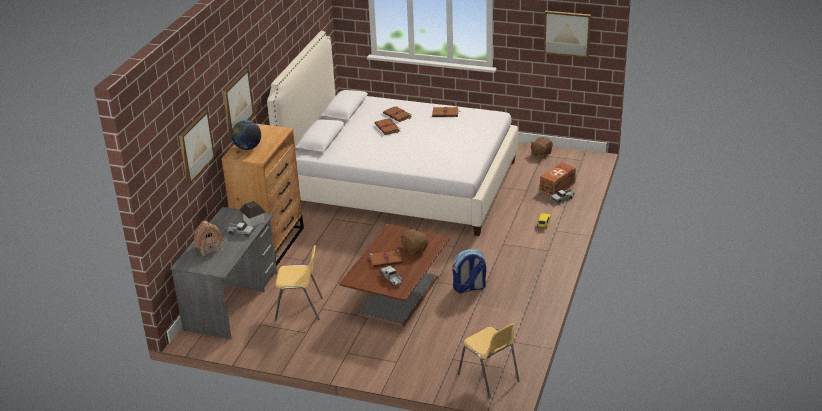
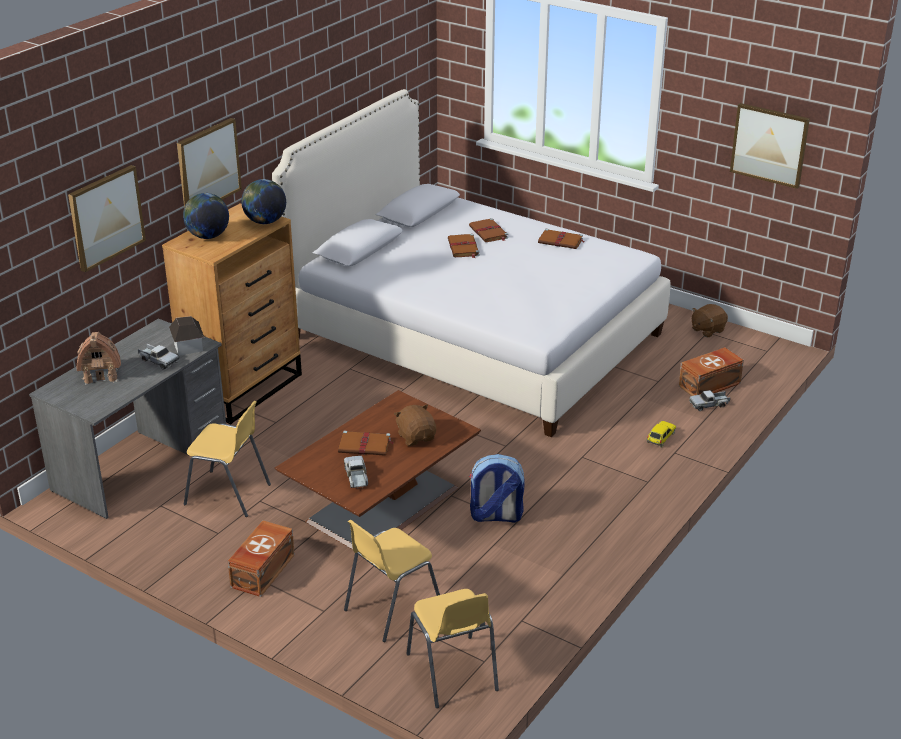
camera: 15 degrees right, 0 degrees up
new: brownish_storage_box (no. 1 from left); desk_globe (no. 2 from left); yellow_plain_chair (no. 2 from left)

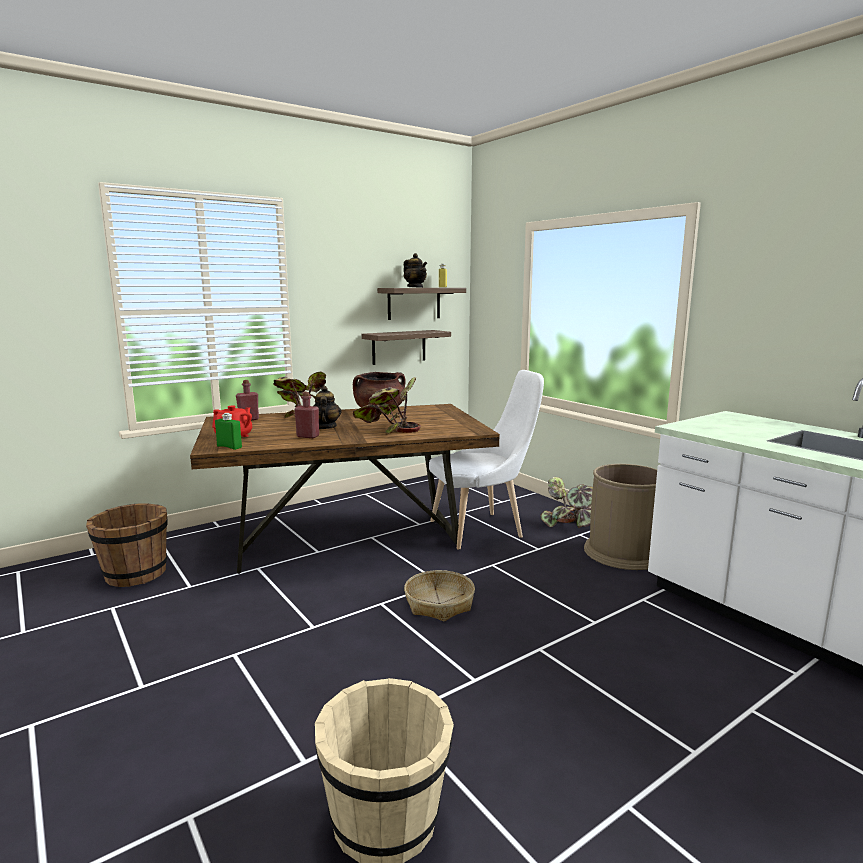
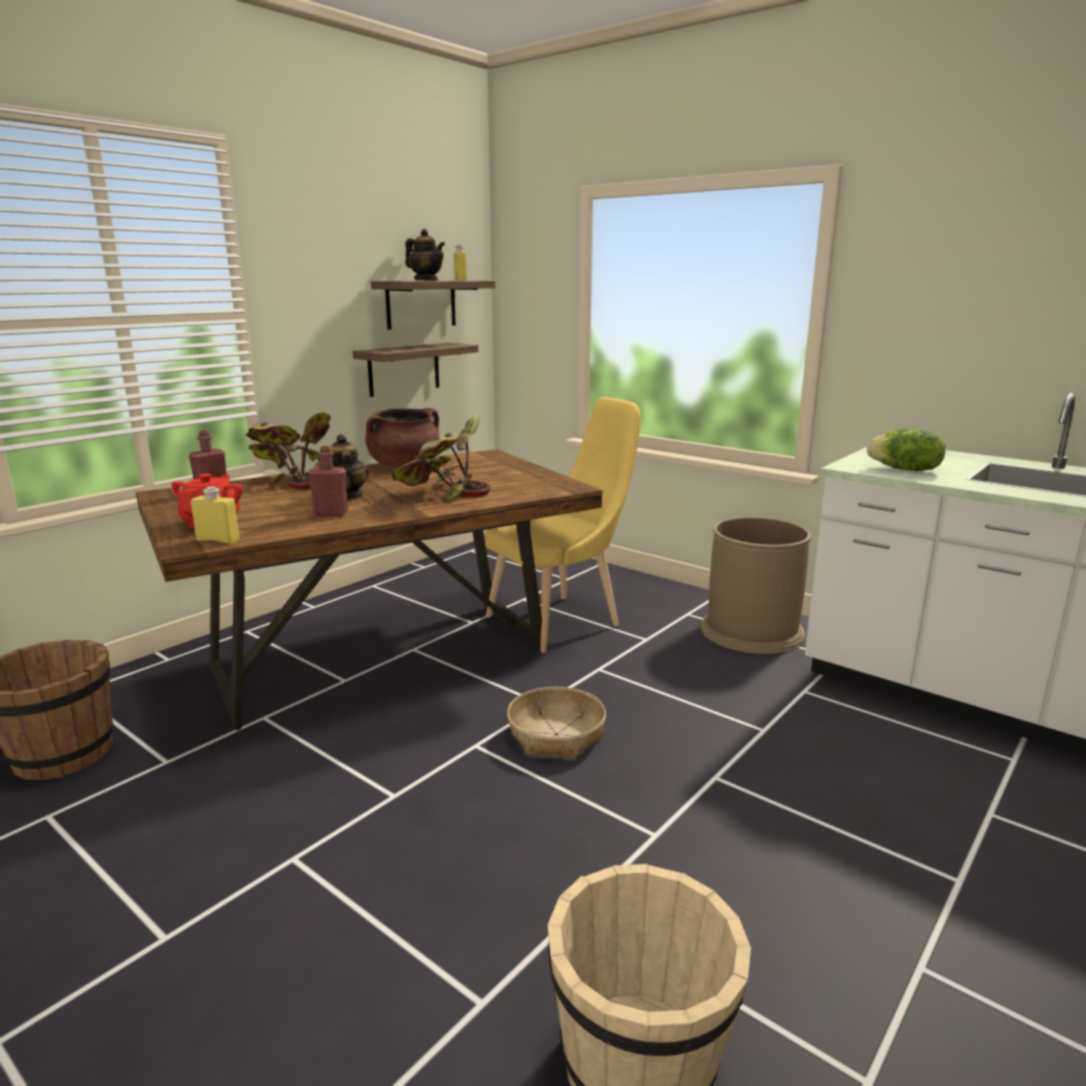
camera: 15 degrees left, 5 degrees up
gone: houseplant (no. 3 from left)
new: lettuce_head
repainted: green_beverage_bottle to yellow_beverage_bottle (no. 1 from left); whitish_plain_chair to yellow_plain_chair

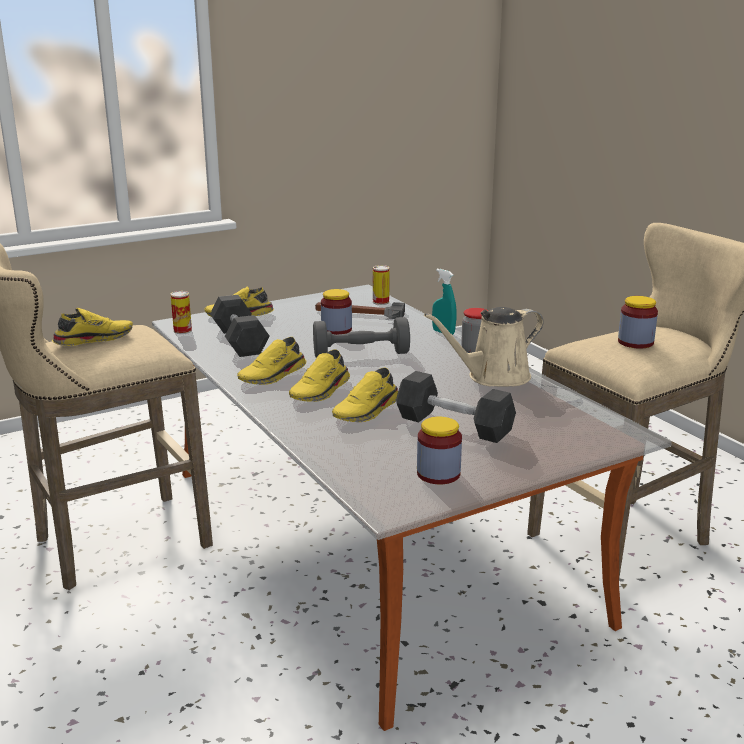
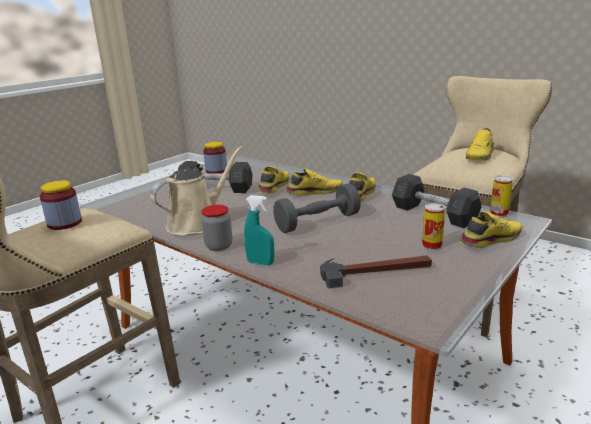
camera: 160 degrees right, 0 degrees up
gone: jar (no. 1 from left)
shifted: can (no. 2 from left in the first image) to can (no. 1 from left)
rotated: yellow_low_shoe (no. 4 from left in the first image) 60 degrees clockwise

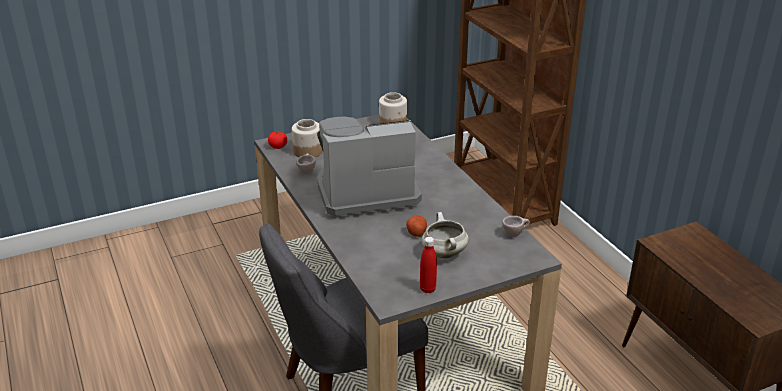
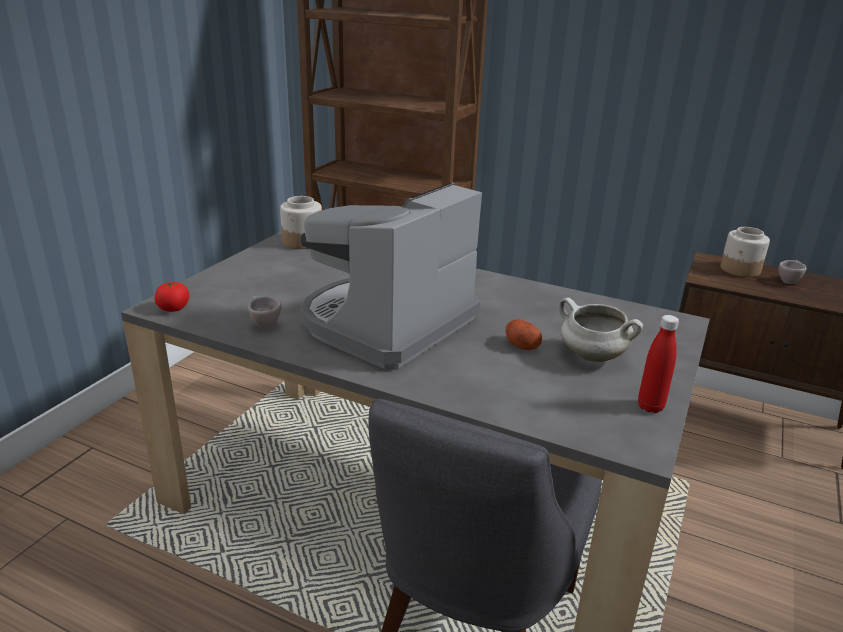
camera: 40 degrees left, 5 degrees down
shifted: jar (no. 1 from left in the first image) to jar (no. 2 from left); beige_small_cup (no. 2 from left)

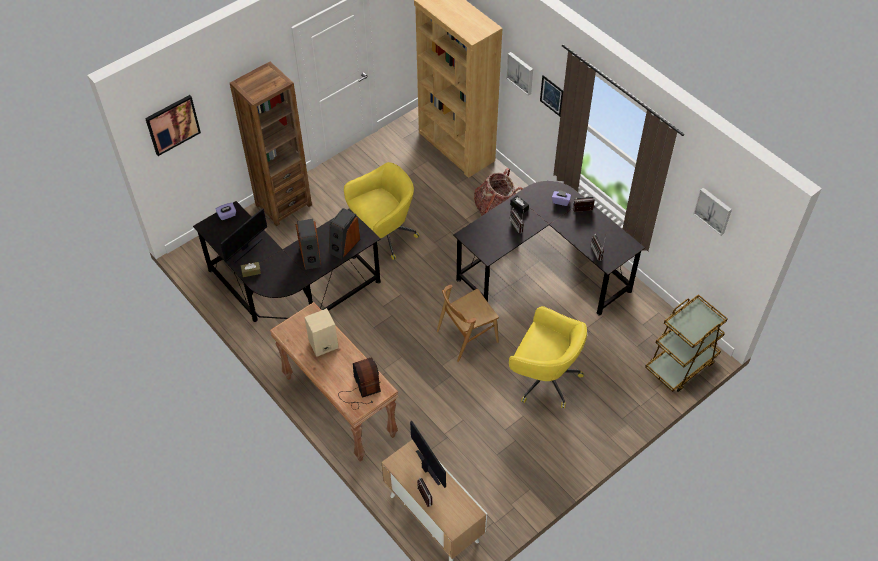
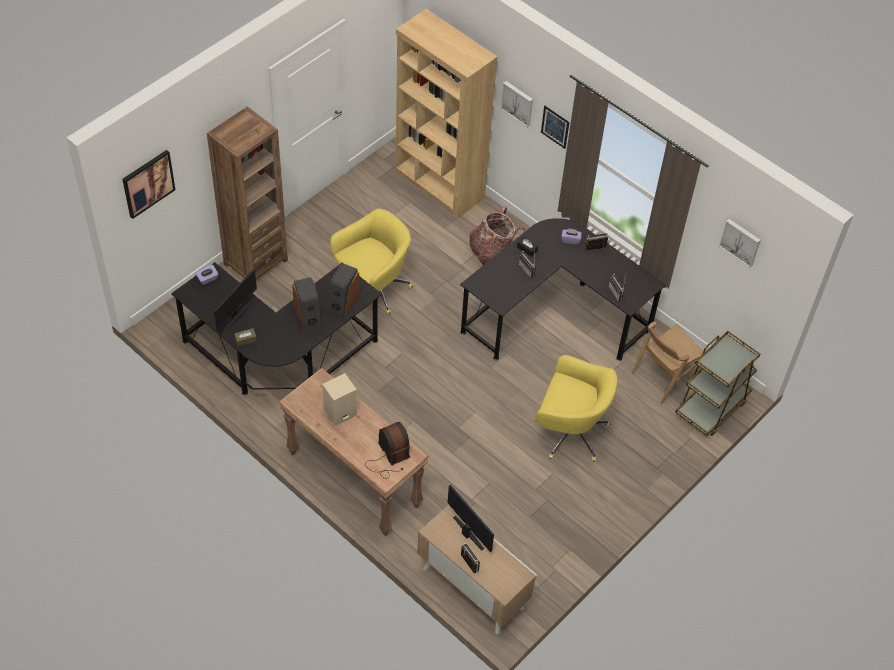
camera: 10 degrees left, 0 degrees up
shifted: brownish_plain_chair

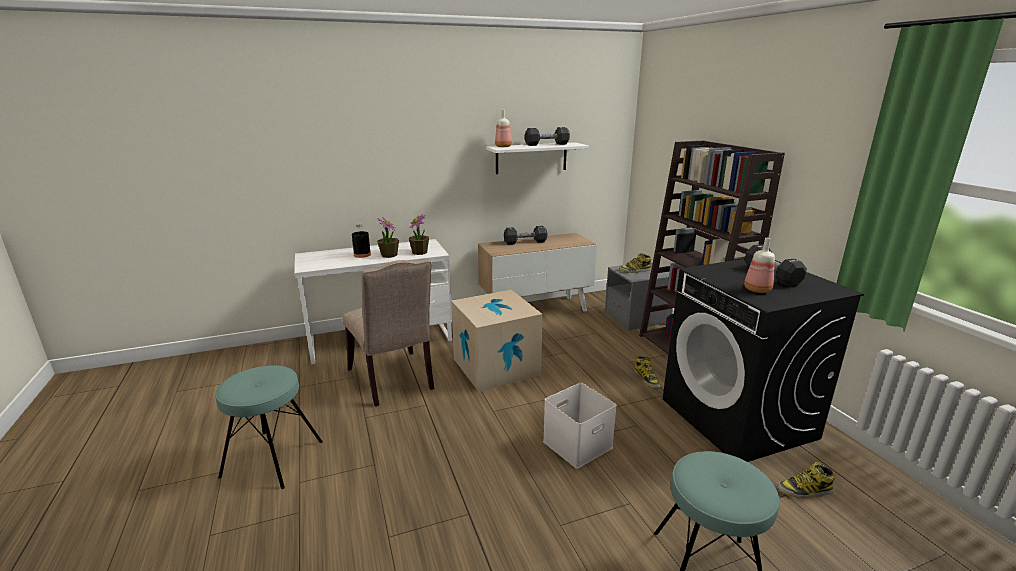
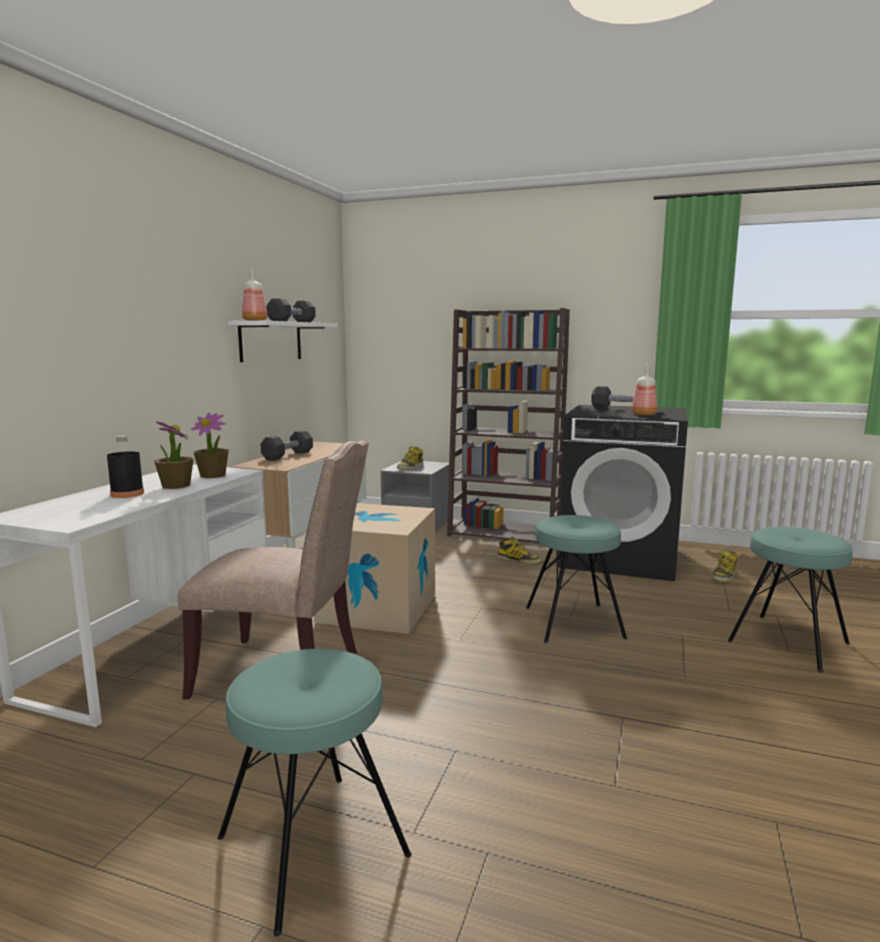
camera: 50 degrees left, 10 degrees down
swapped: whitish_storage_box to blue-green_stool (no. 2 from left)

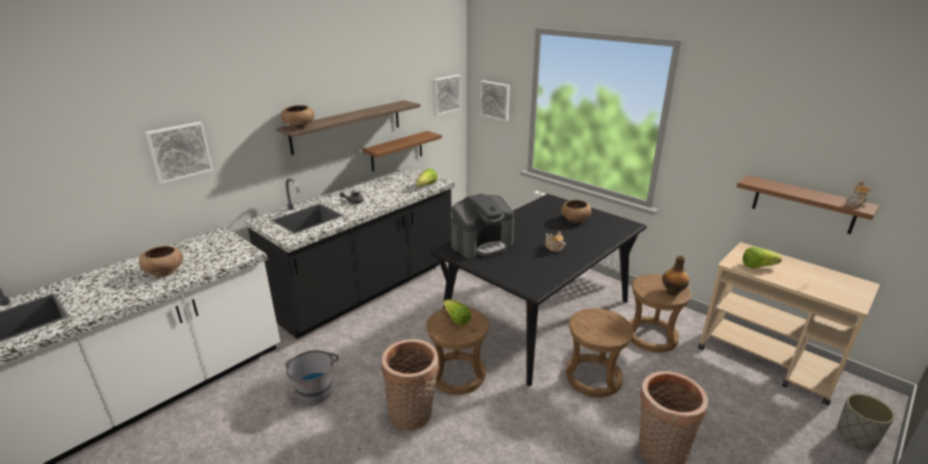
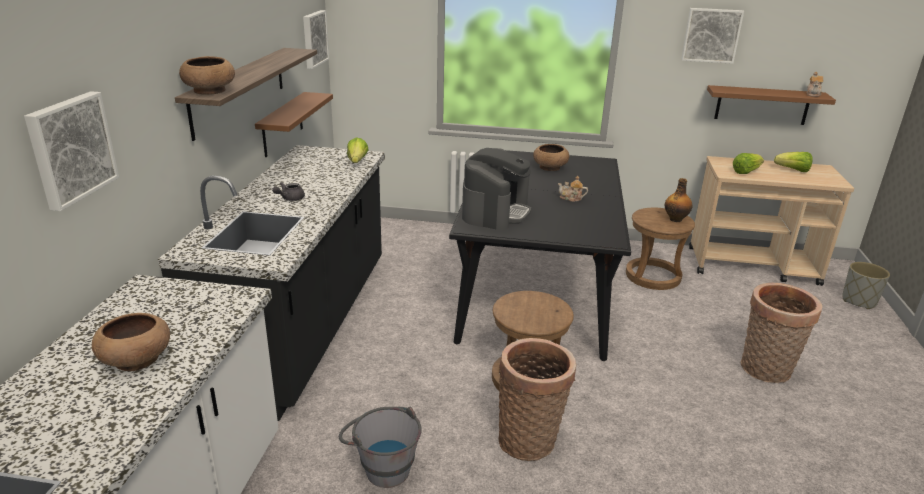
camera: 35 degrees left, 0 degrees up
gone: brownish_stool (no. 2 from left)
shifted: lettuce_head (no. 2 from left in the first image) to lettuce_head (no. 3 from left); wall_picture (no. 3 from left)

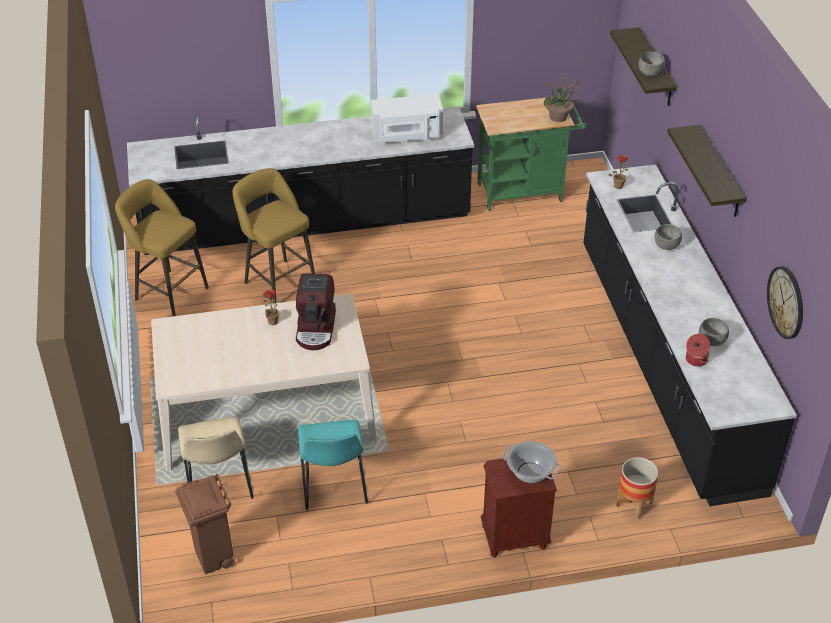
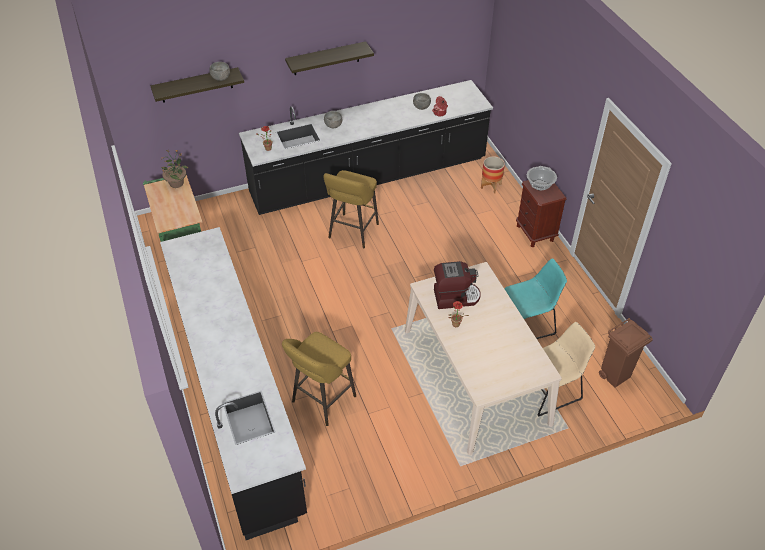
camera: 100 degrees left, 5 degrees up
gone: whitish_microwave_oven; clock_on_the_wall
shifted: yellow_stool (no. 1 from left in the first image) to yellow_stool (no. 2 from left)

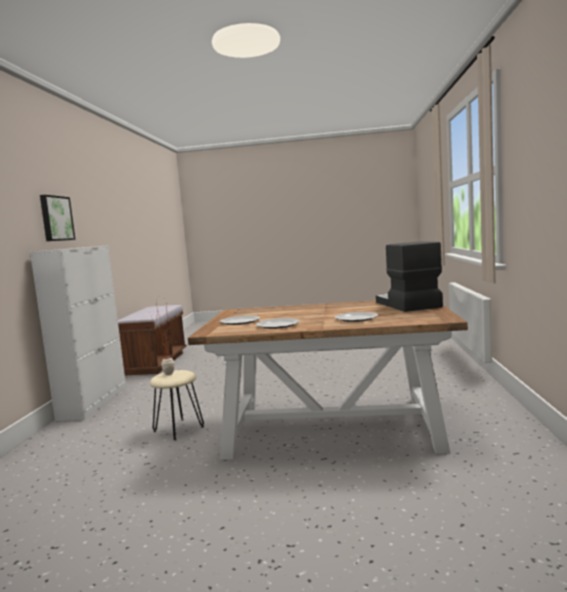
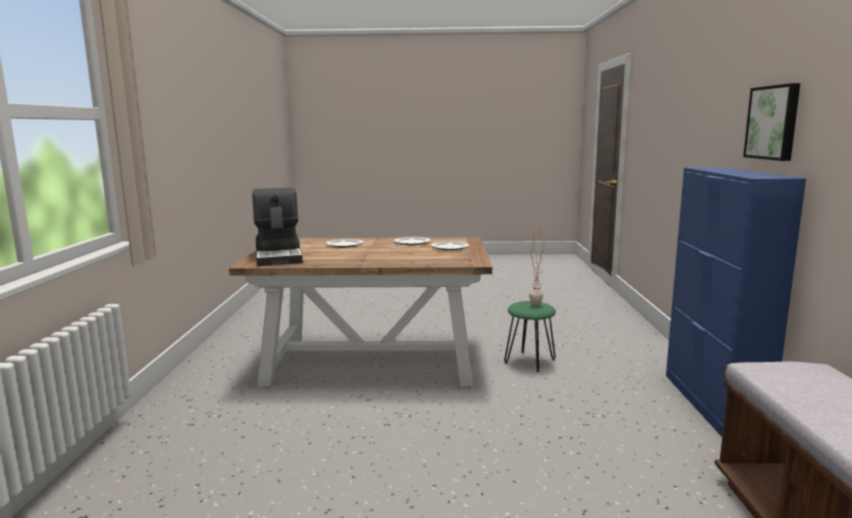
camera: 175 degrees right, 5 degrees up
repainted: whitish_cabinet to blue-coloured_cabinet; beige_stool to green_stool

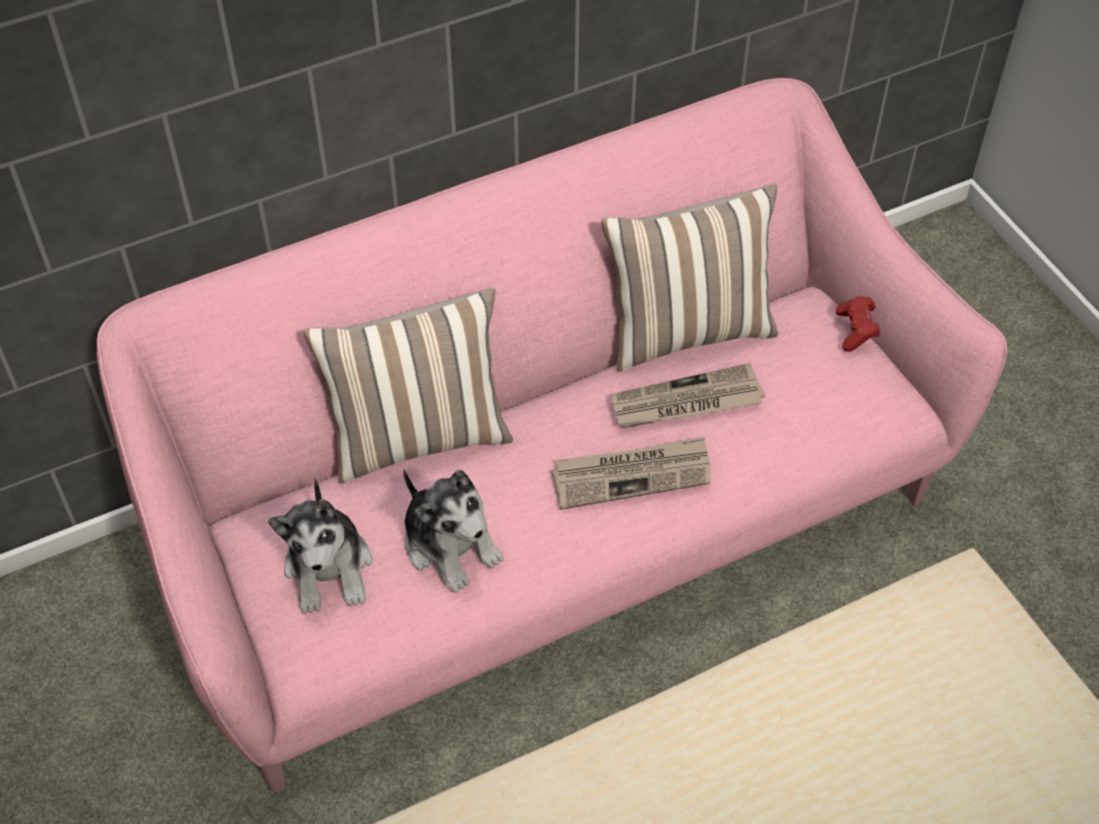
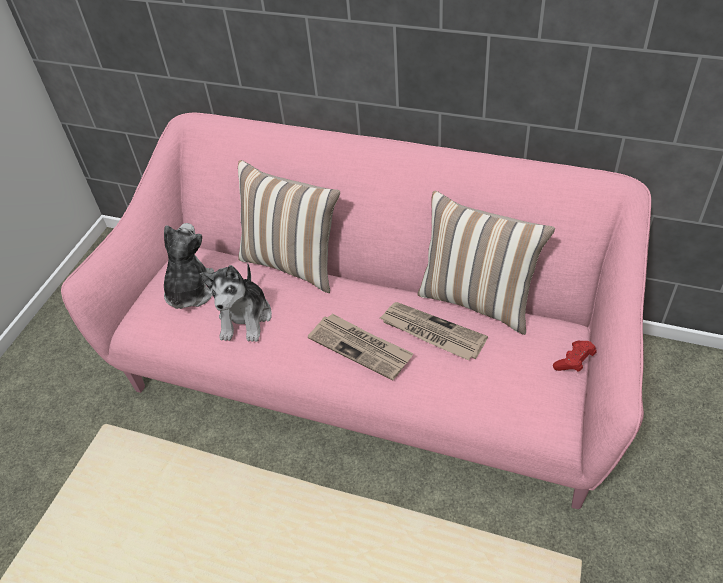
camera: 50 degrees right, 5 degrees down
rotated: cuddly_toy (no. 1 from left) 150 degrees clockwise

